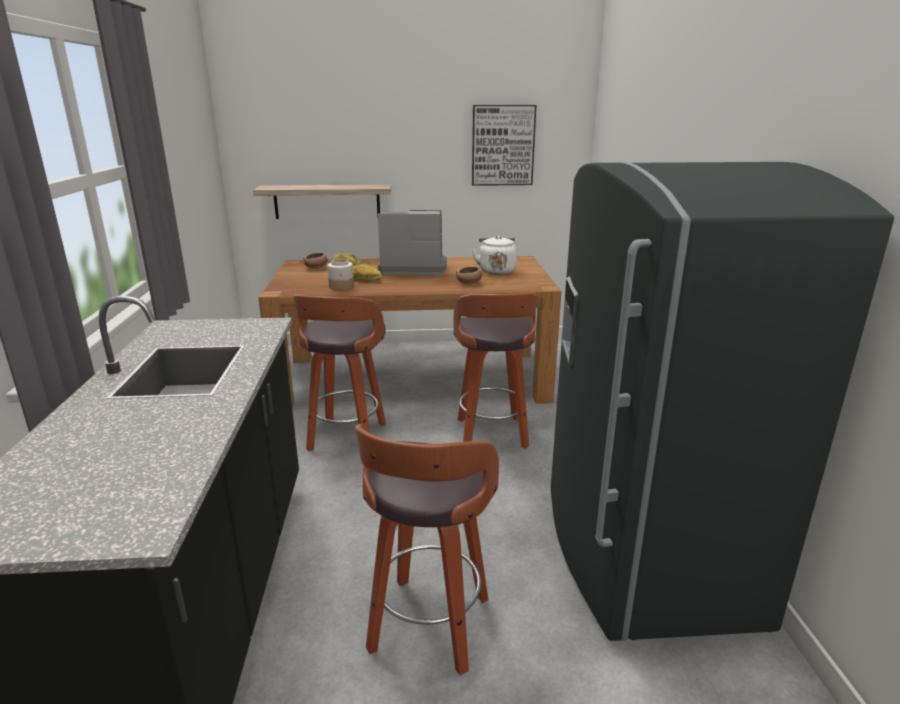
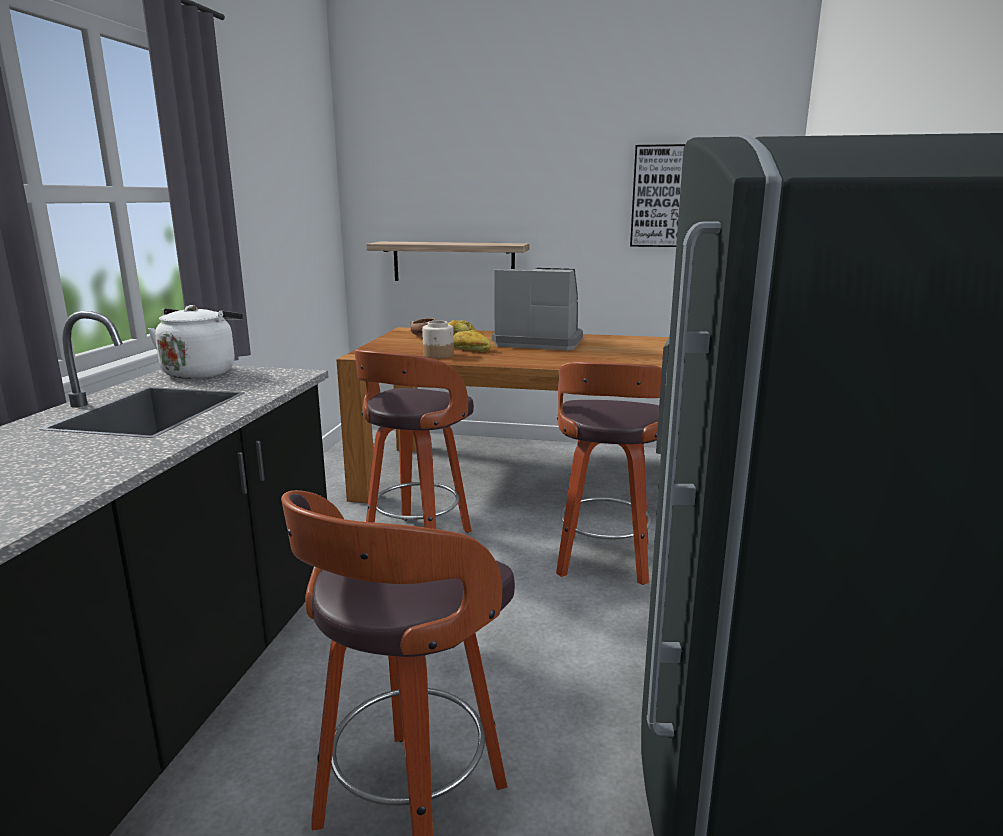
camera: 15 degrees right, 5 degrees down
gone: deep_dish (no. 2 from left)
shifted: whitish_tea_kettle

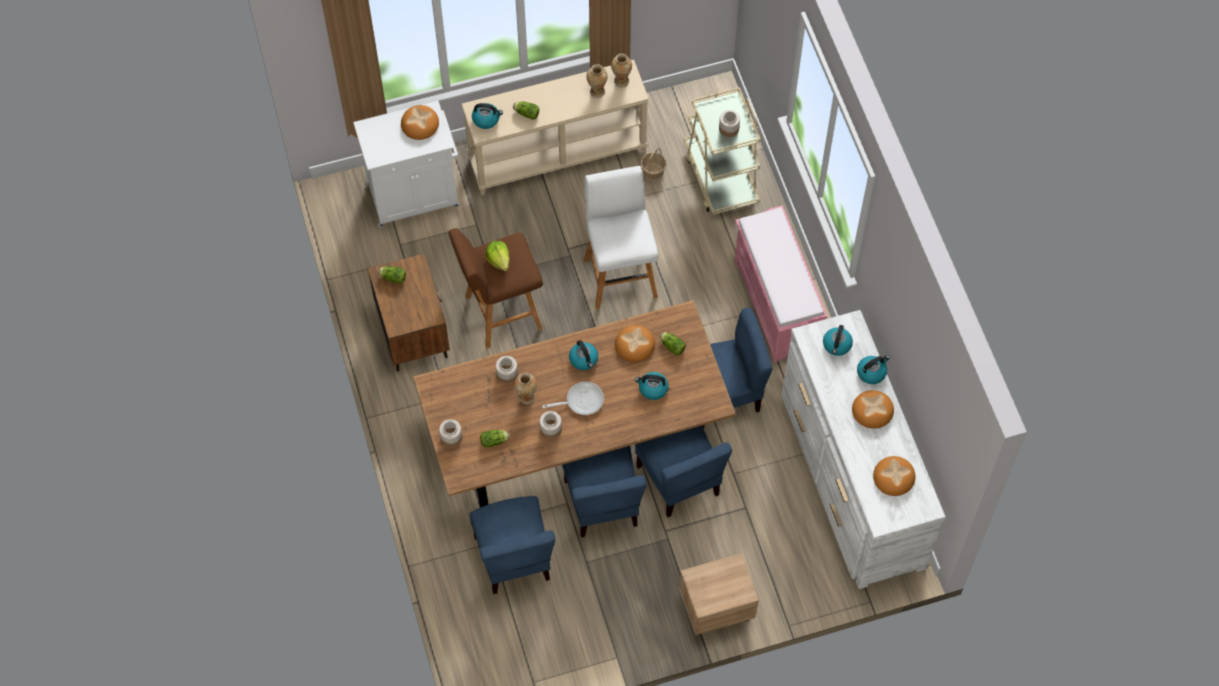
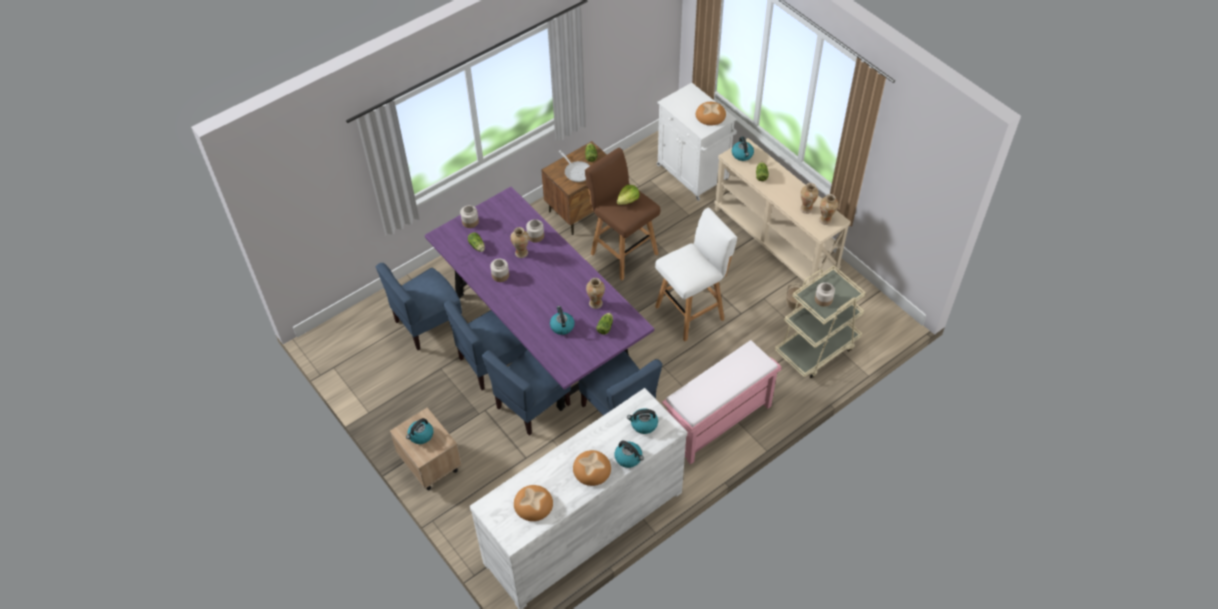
camera: 70 degrees right, 10 degrees down
shifted: frying_pan; tea_kettle (no. 2 from left in the first image) to tea_kettle (no. 1 from left)
swapped: baked_bread (no. 2 from left) to flower_vase (no. 2 from left)
repainted: brownish_dining_table to purplish_dining_table

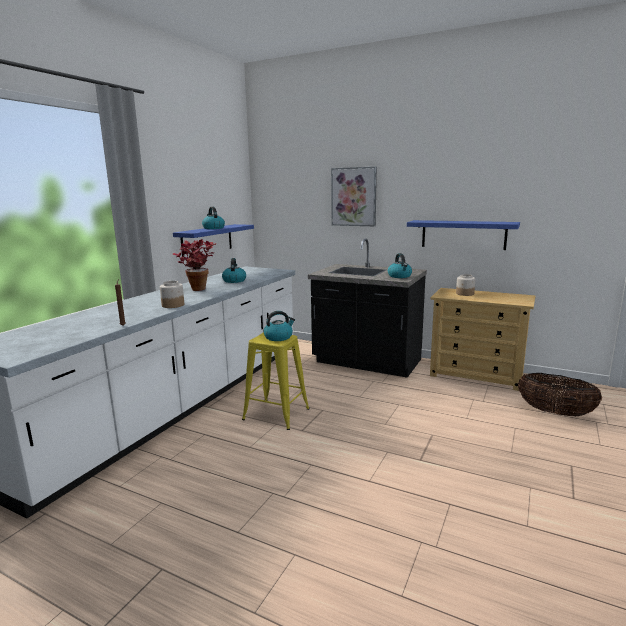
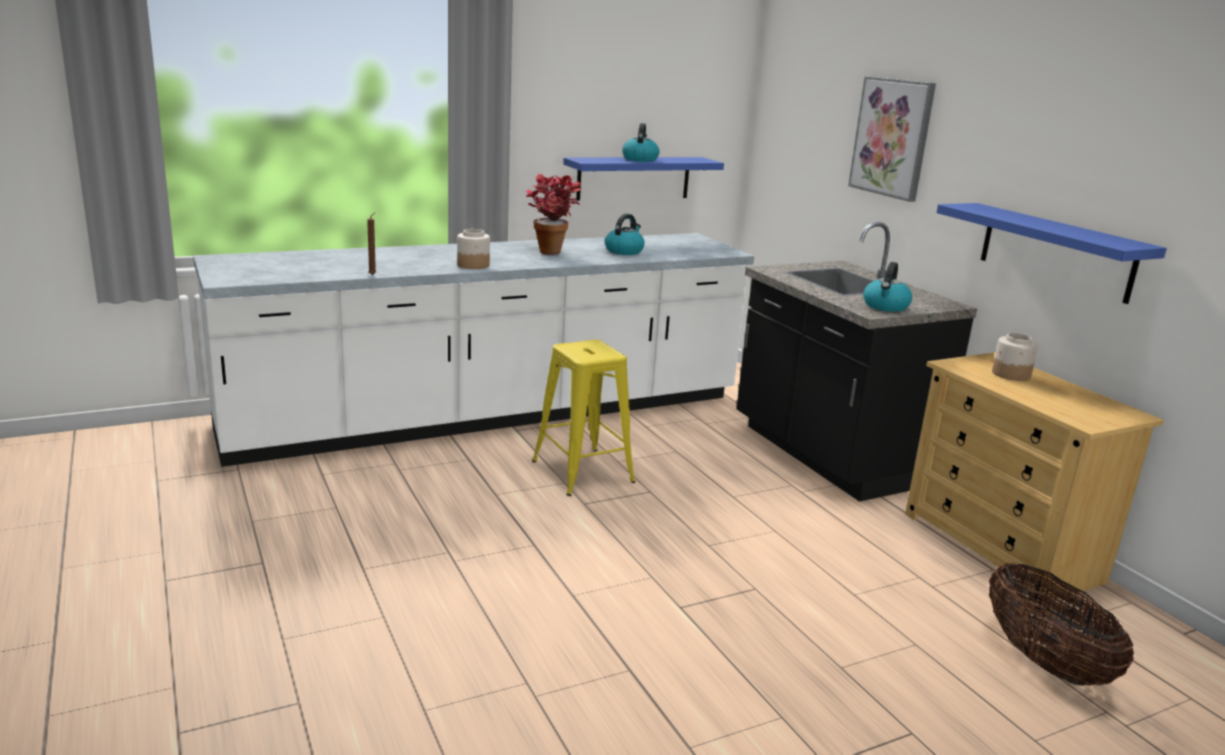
camera: 35 degrees right, 5 degrees up
gone: tea_kettle (no. 3 from left)

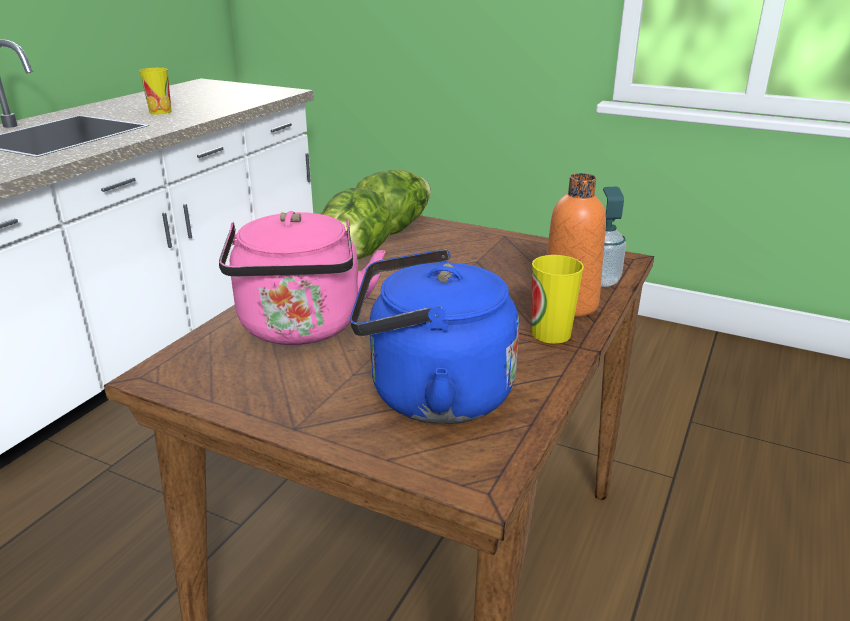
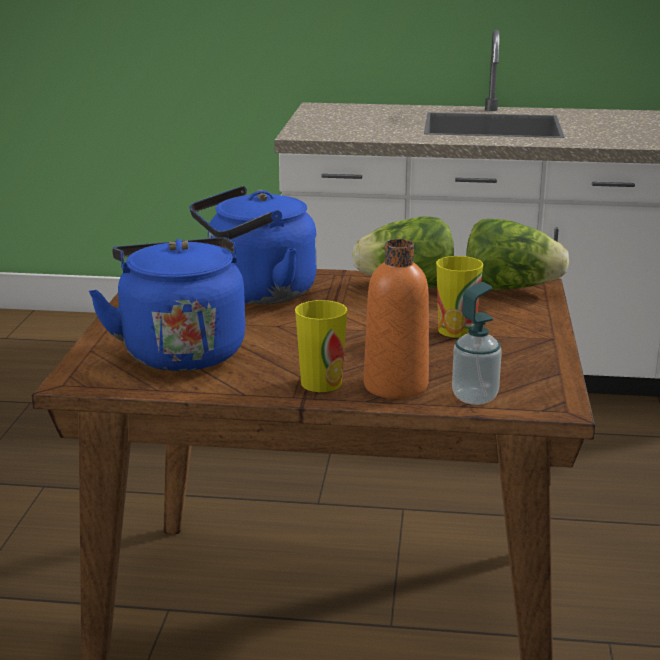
camera: 70 degrees right, 5 degrees down
shifted: small_cup (no. 1 from left in the first image) to small_cup (no. 2 from left)
repainted: pink_tea_kettle to blue-coloured_tea_kettle (no. 2 from left)

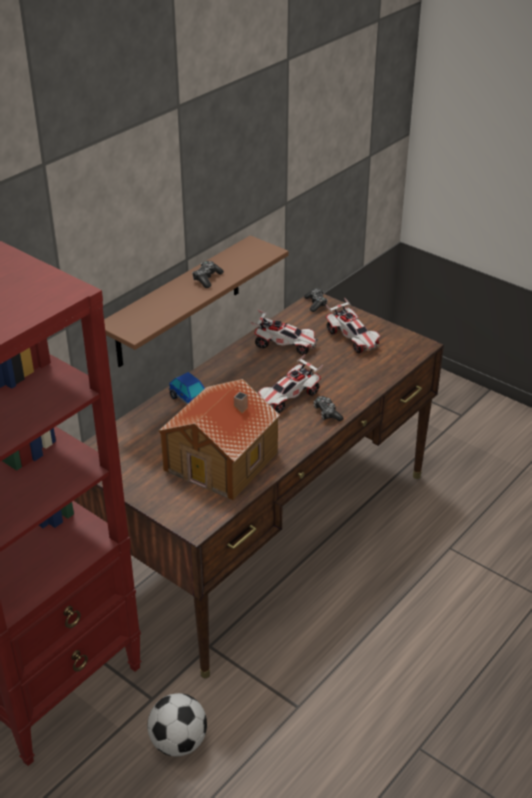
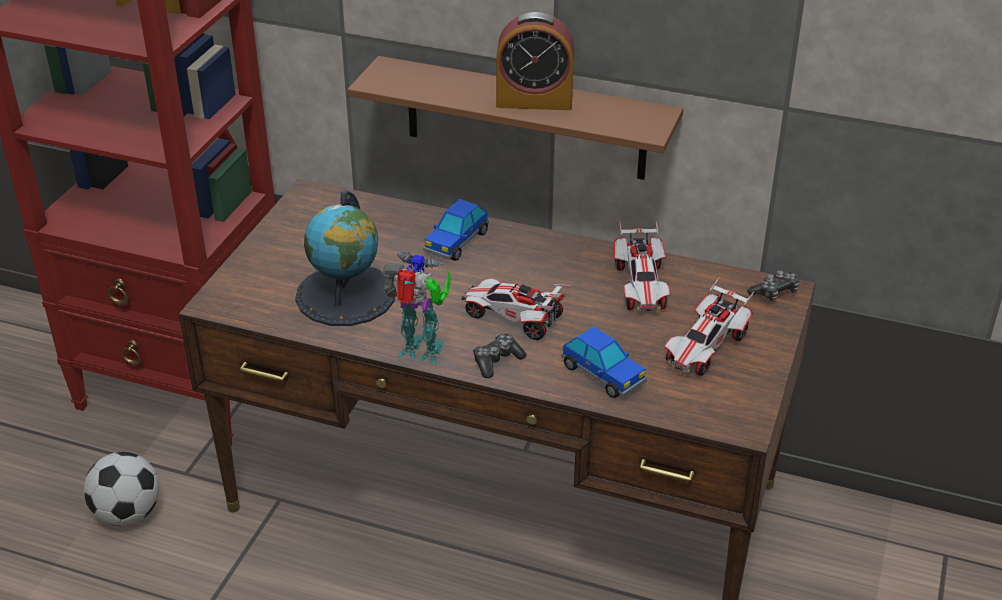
camera: 70 degrees right, 0 degrees up
new: model_robot; miniature_car (no. 3 from left)
swapped: toy_house to desk_globe; game_controller (no. 1 from left) to bedside_clock

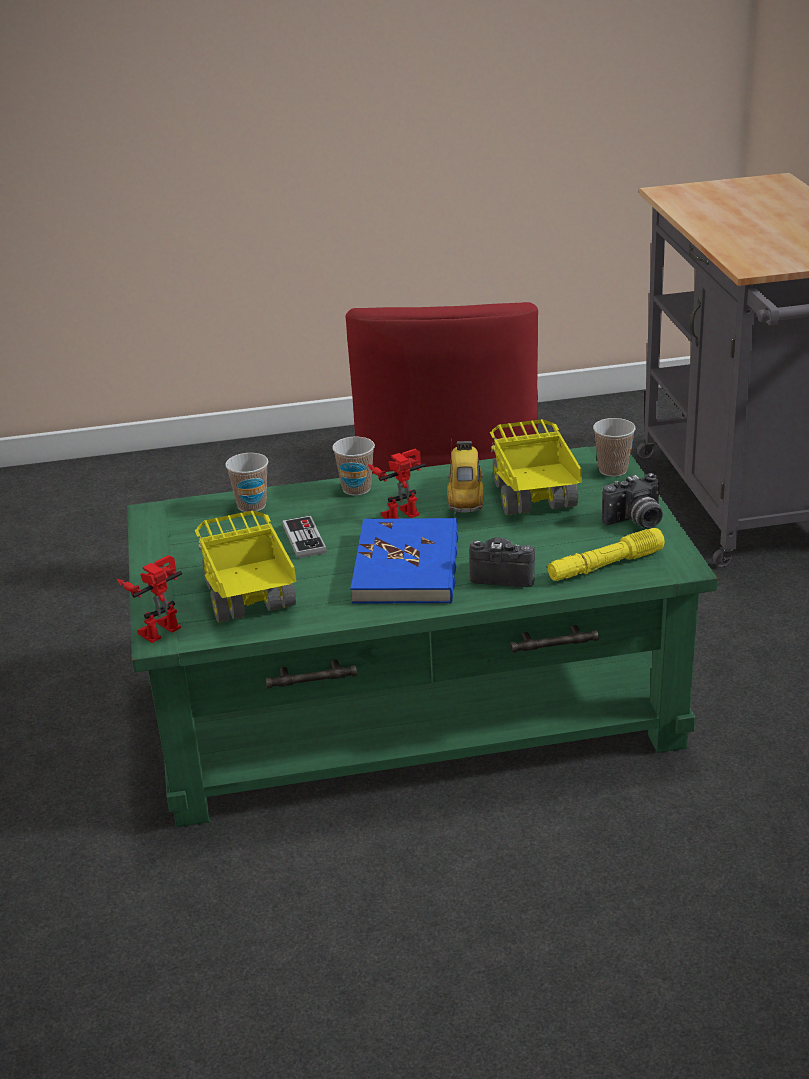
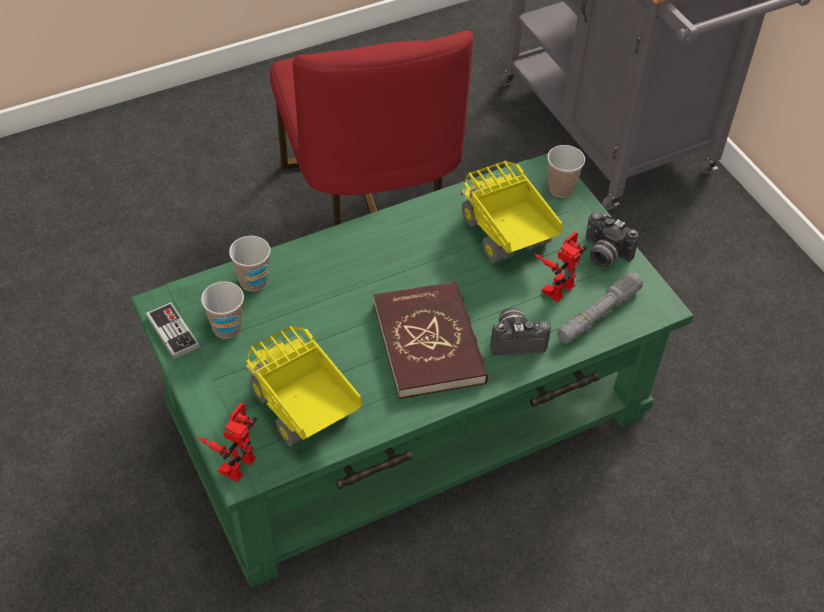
camera: 20 degrees left, 20 degrees up
gone: miniature_car
shifted: game_controller; small_cup (no. 2 from left in the first image) to small_cup (no. 1 from left); model_robot (no. 2 from left)
repainted: blue-coloured_book to red_book; yellow_flashlight to grey_flashlight
rotated: still_camera (no. 2 from left) 75 degrees clockwise

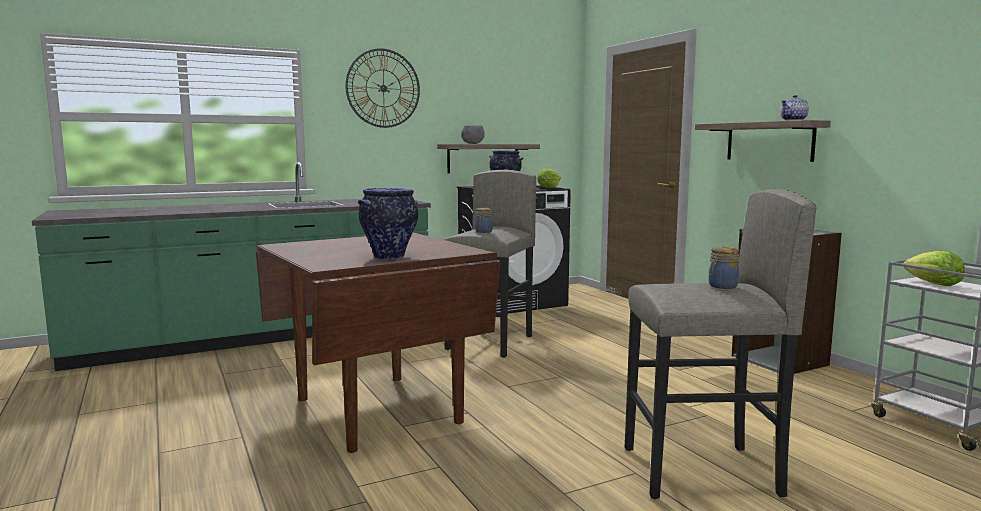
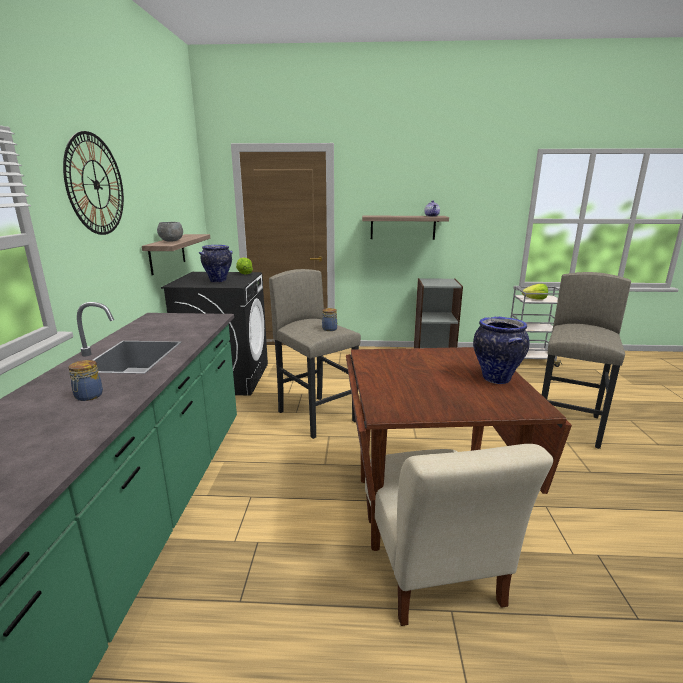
camera: 60 degrees left, 10 degrees up
new: beige_plain_chair
shifted: jar (no. 2 from left in the first image) to jar (no. 1 from left)

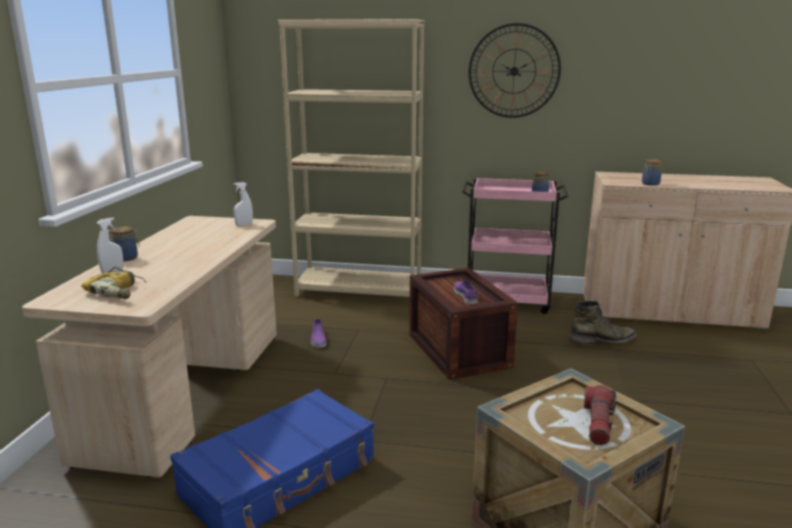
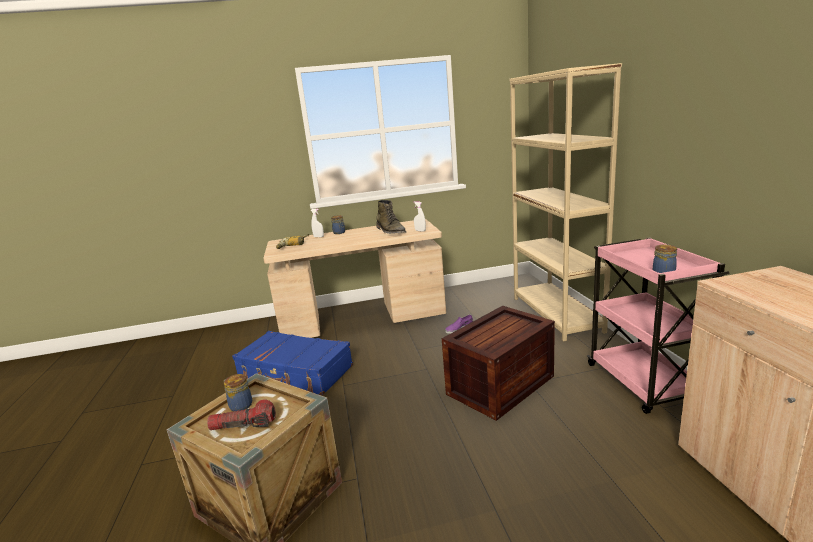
camera: 70 degrees right, 0 degrees up
gone: purplish_low_shoe (no. 2 from left); clock_on_the_wall
shifted: green_boot; jar (no. 3 from left in the first image) to jar (no. 1 from left)

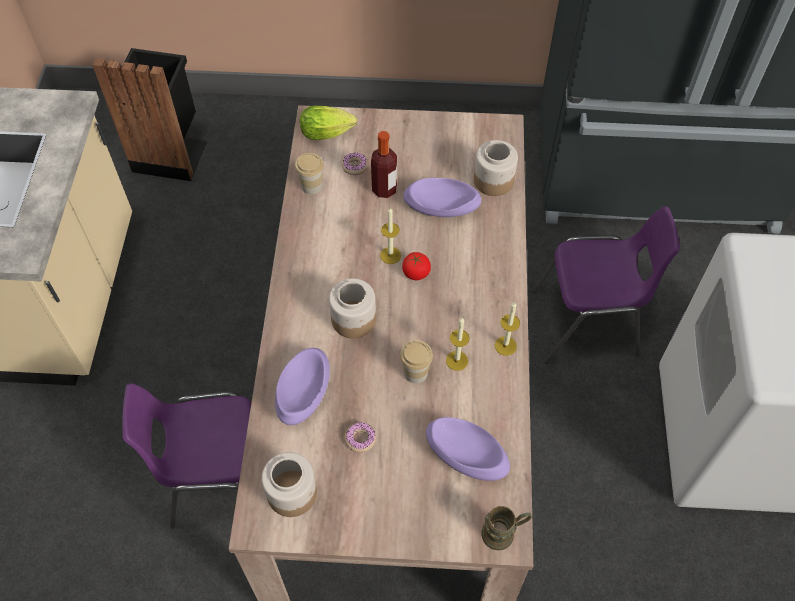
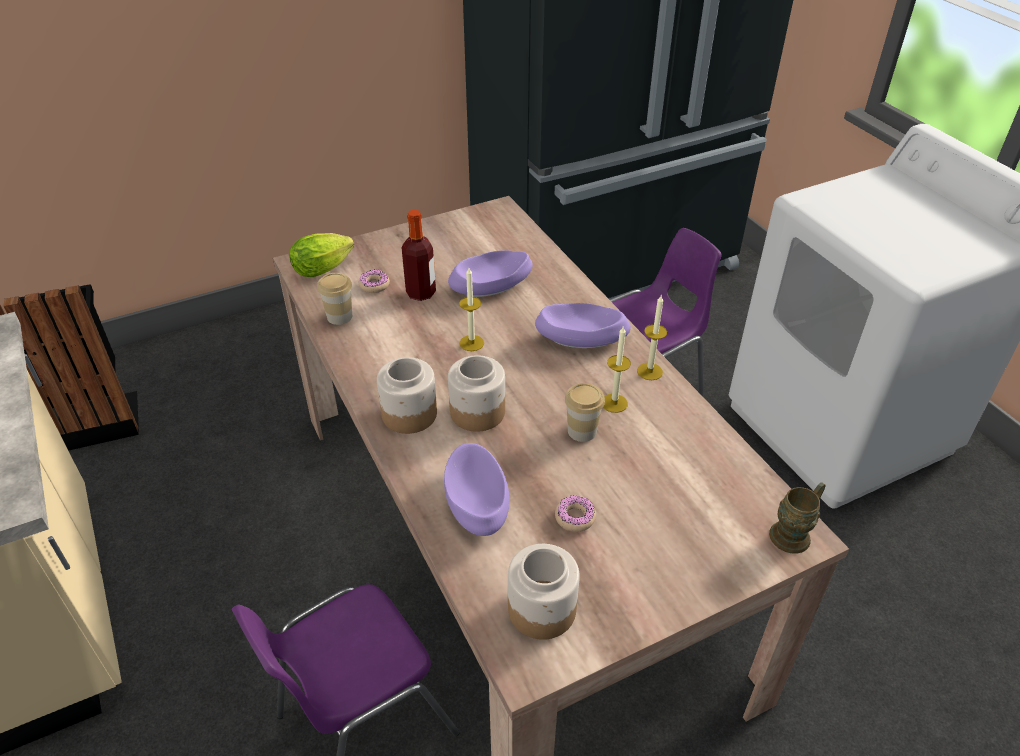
camera: 30 degrees left, 15 degrees down
gone: tomato
shifted: purplish_deep_dish (no. 3 from left); jar (no. 3 from left in the first image) to jar (no. 1 from left)

